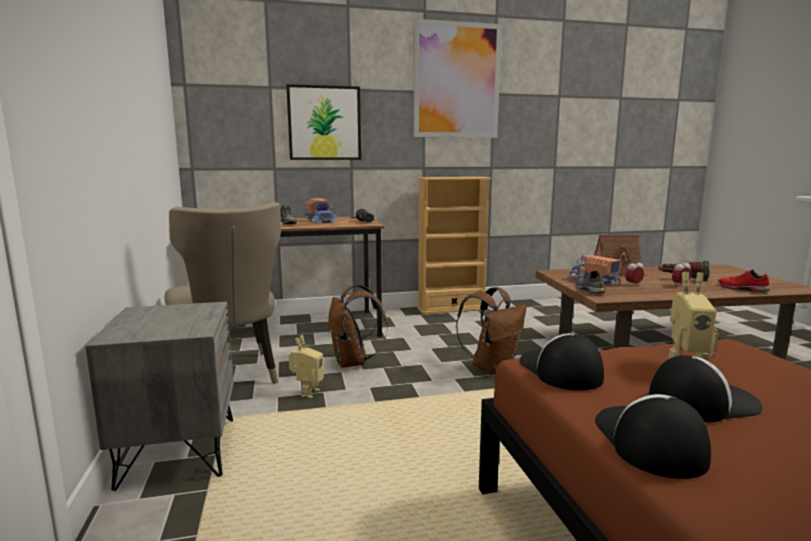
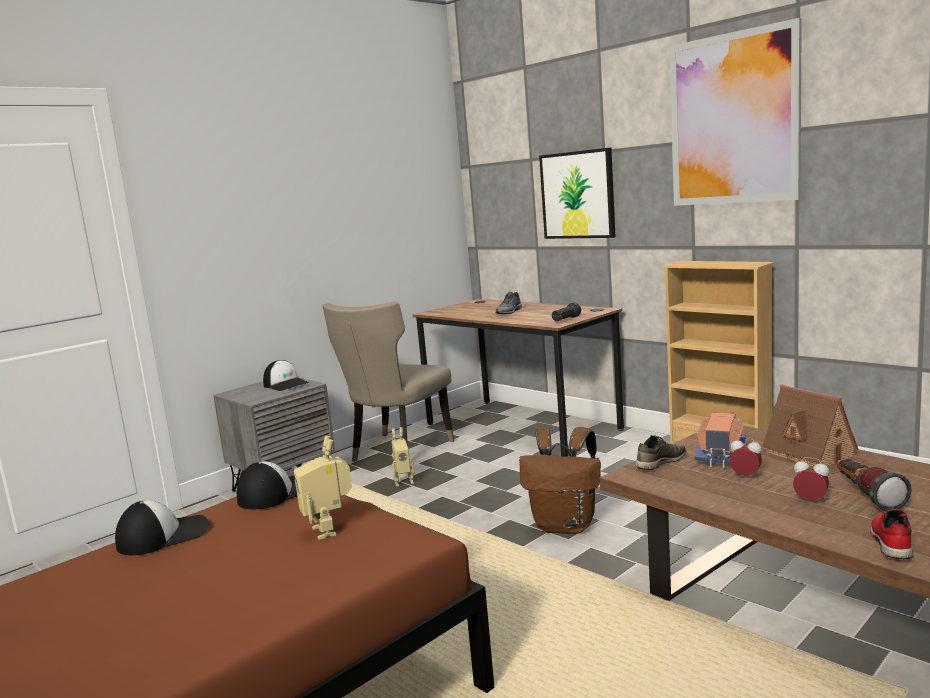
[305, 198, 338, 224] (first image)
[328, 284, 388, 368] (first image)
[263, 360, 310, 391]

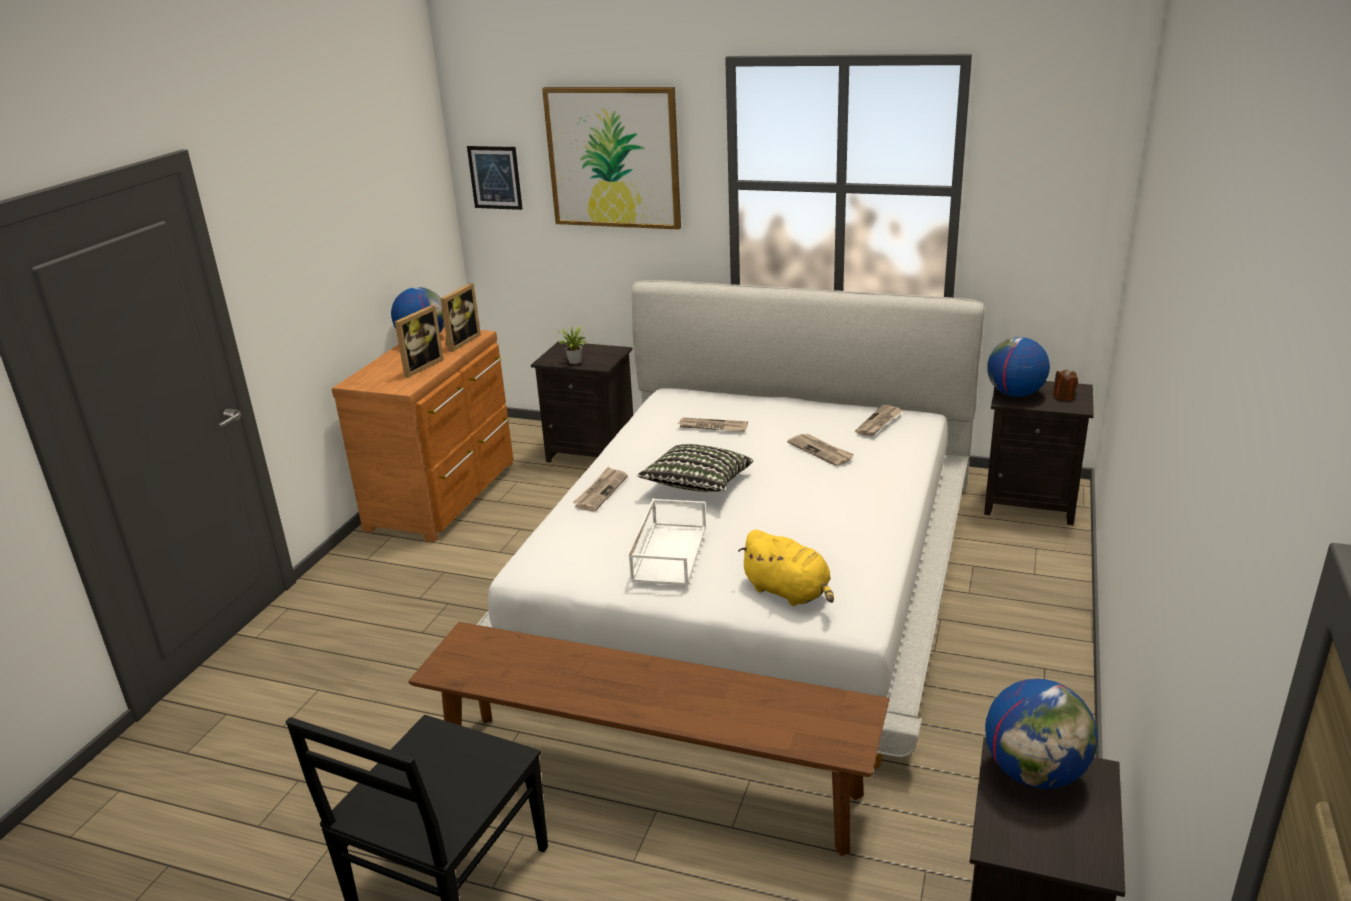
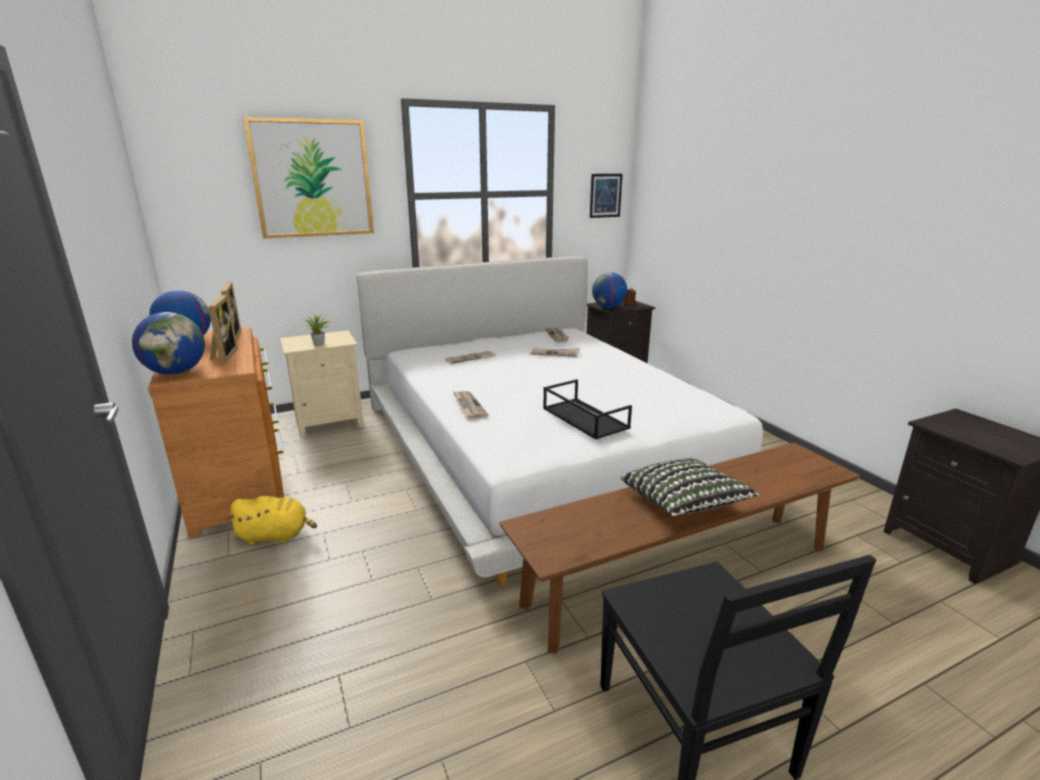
[590, 174, 623, 218]
[621, 458, 760, 516]
[227, 496, 317, 545]
[132, 312, 205, 375]
[280, 330, 364, 438]
[543, 379, 632, 439]

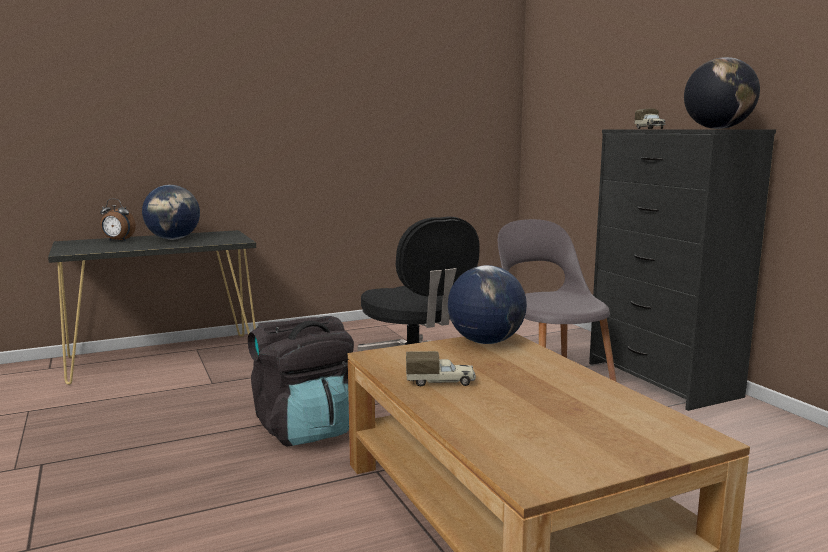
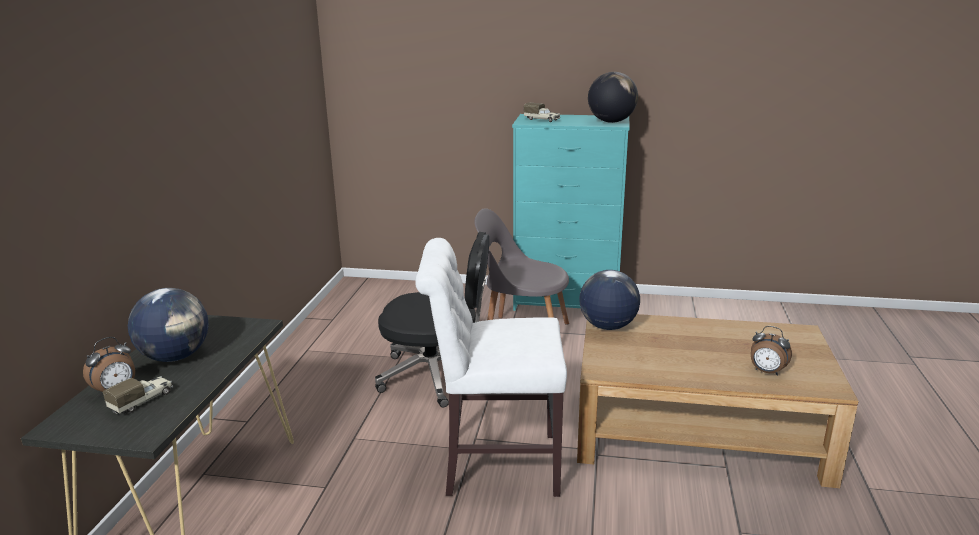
[751, 326, 792, 376]
[103, 376, 173, 414]
[416, 238, 567, 497]
[512, 114, 630, 311]

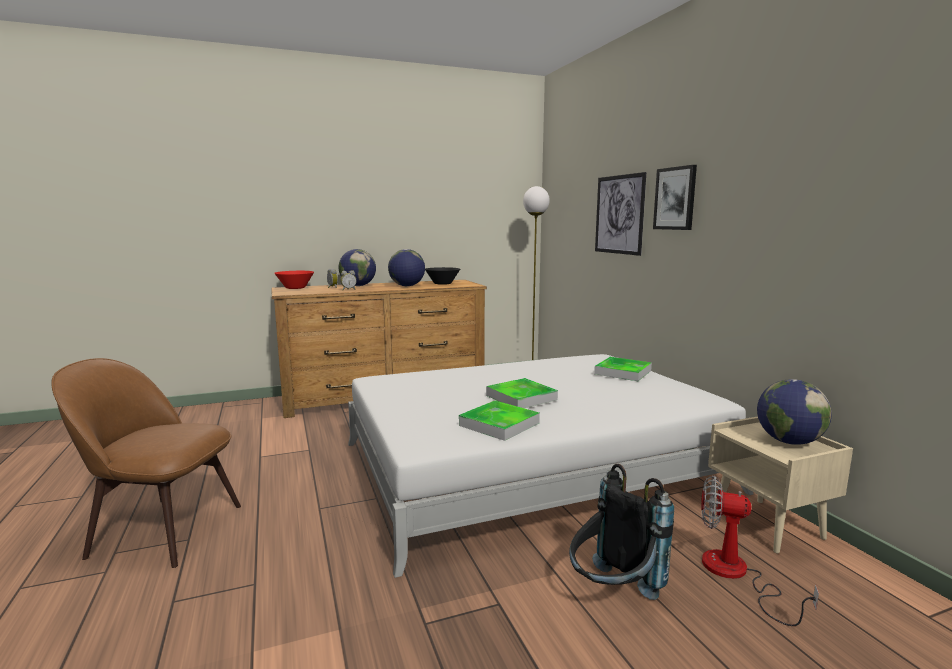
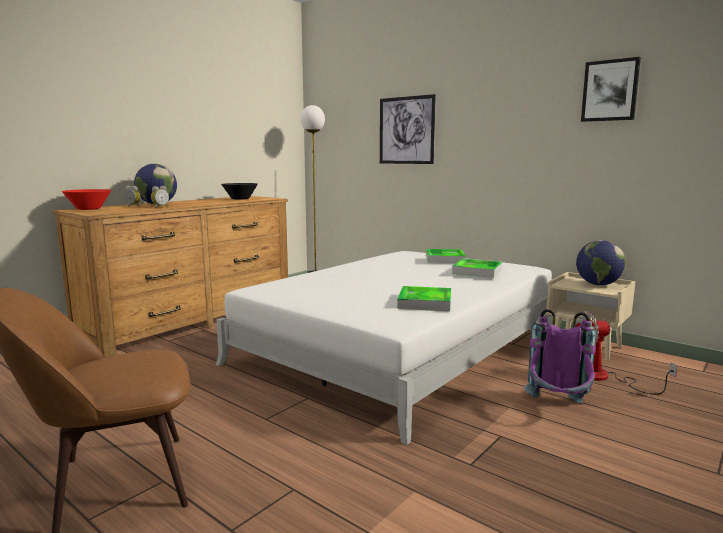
[388, 249, 425, 286] (first image)
[452, 258, 502, 278]
[581, 57, 641, 122]
[524, 309, 596, 404]

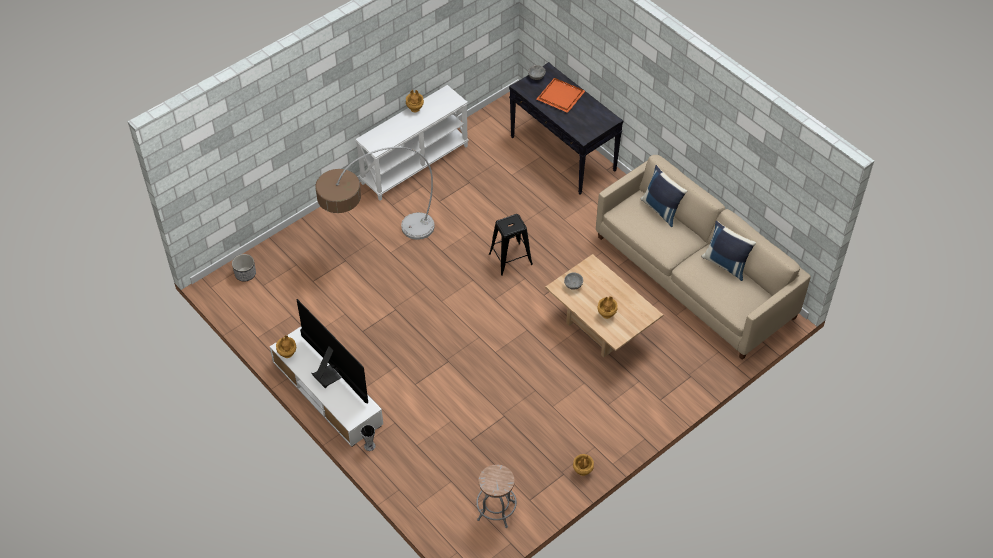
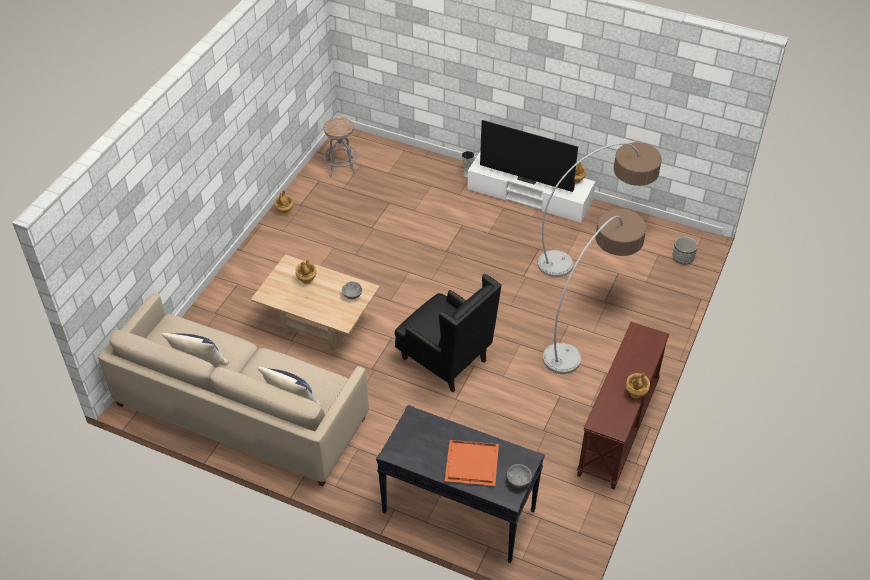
[538, 142, 662, 277]
[395, 274, 502, 392]
[577, 322, 669, 490]

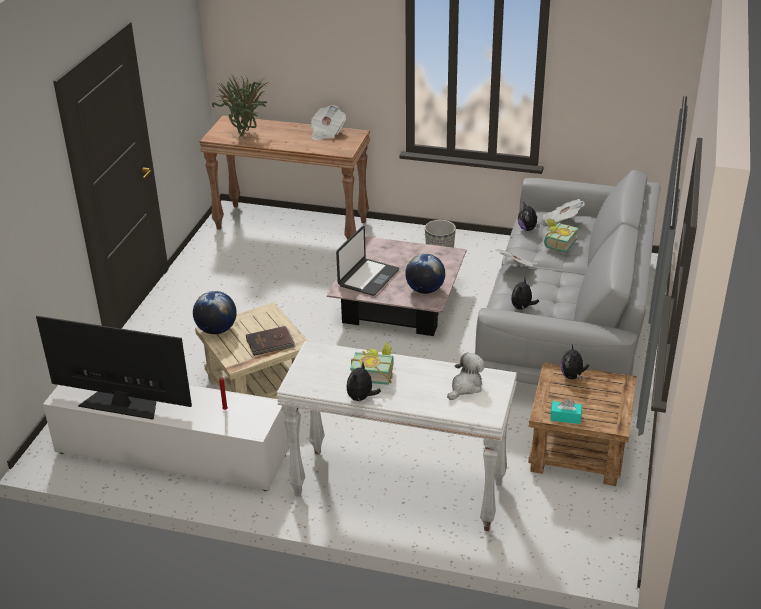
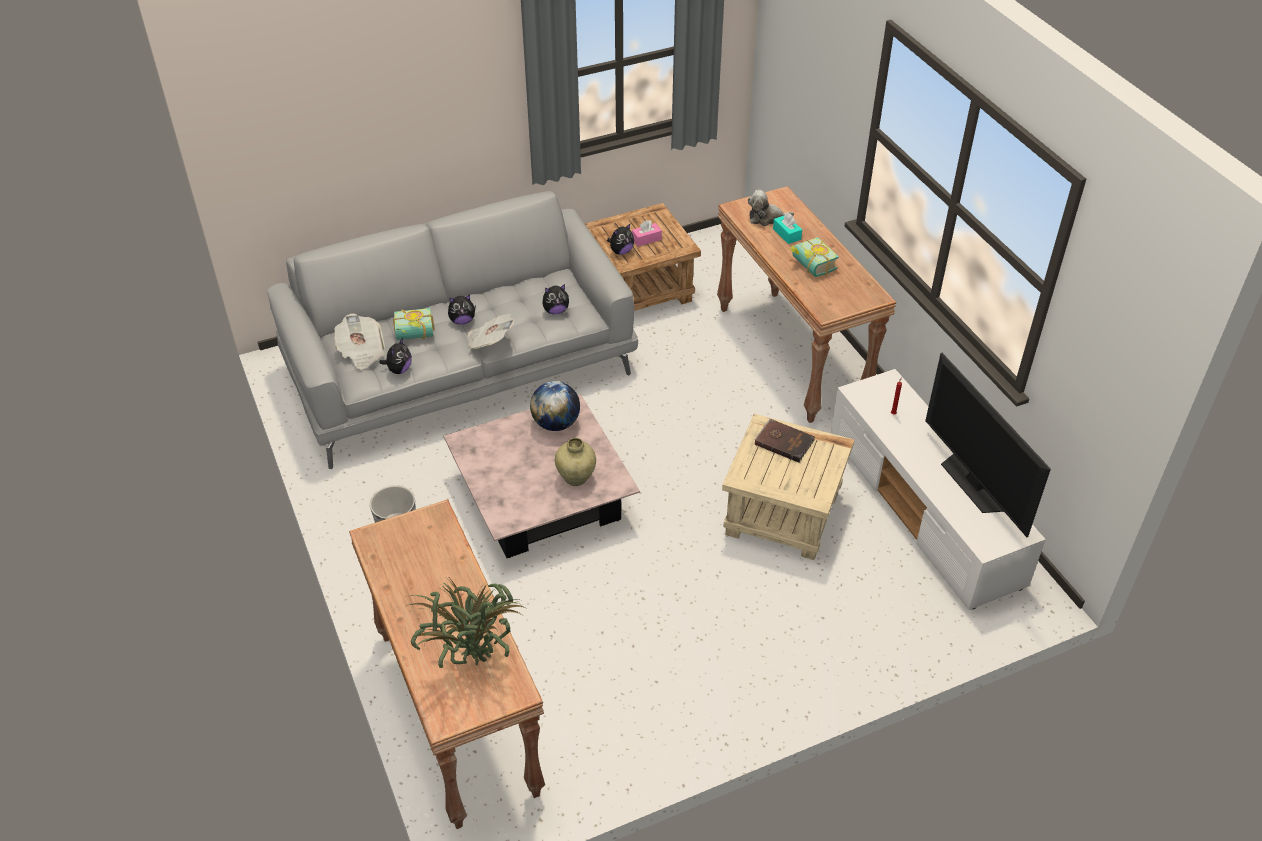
[193, 291, 237, 334] (first image)
[310, 105, 346, 140] (first image)
[632, 220, 662, 247]
[448, 295, 476, 325]
[773, 213, 802, 244]
[555, 438, 596, 486]
[717, 186, 896, 423]

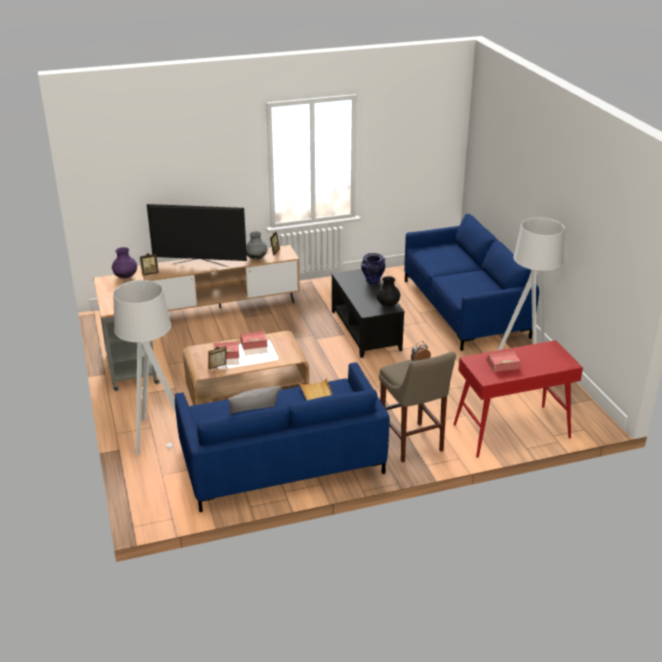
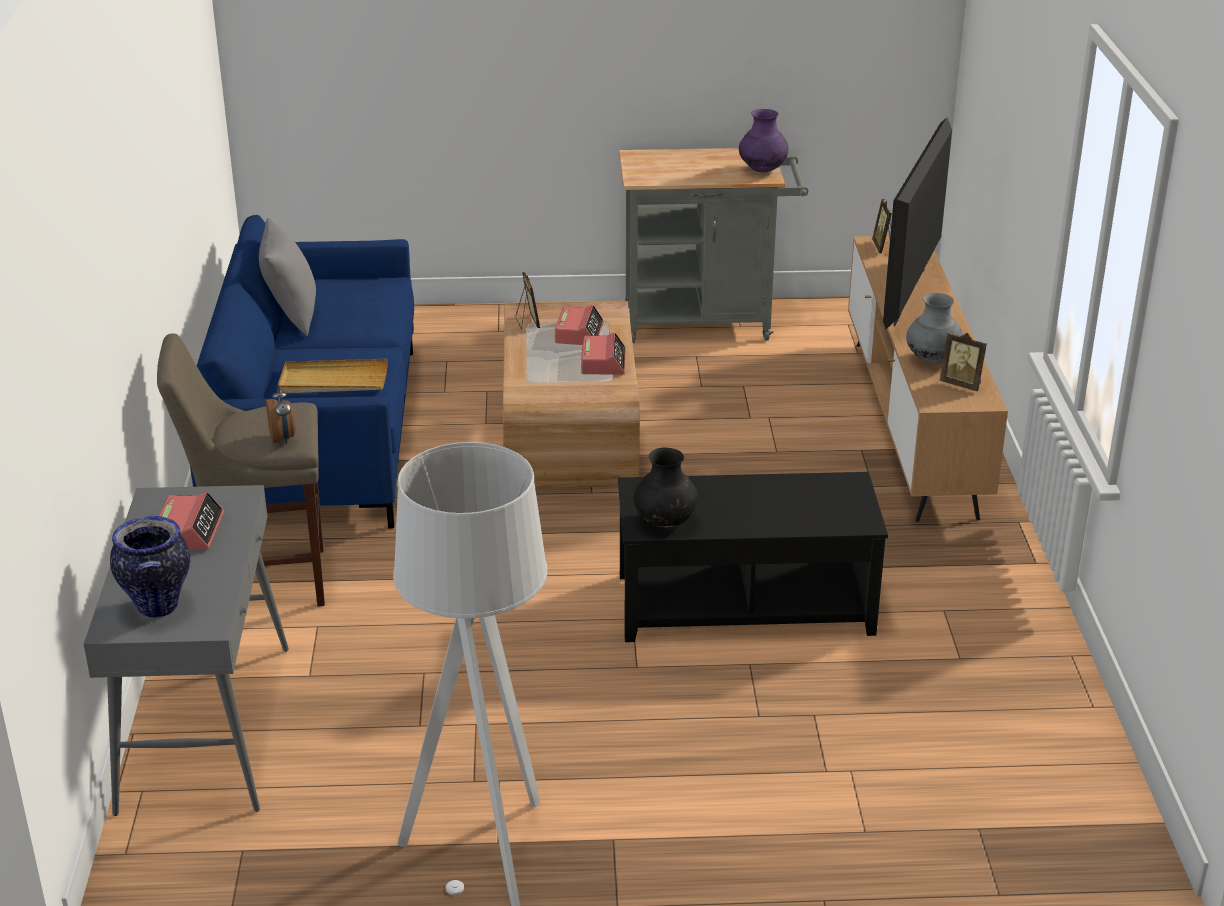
[113, 280, 176, 455] (first image)
[404, 214, 539, 351] (first image)
[110, 516, 190, 618]
[84, 485, 289, 816]

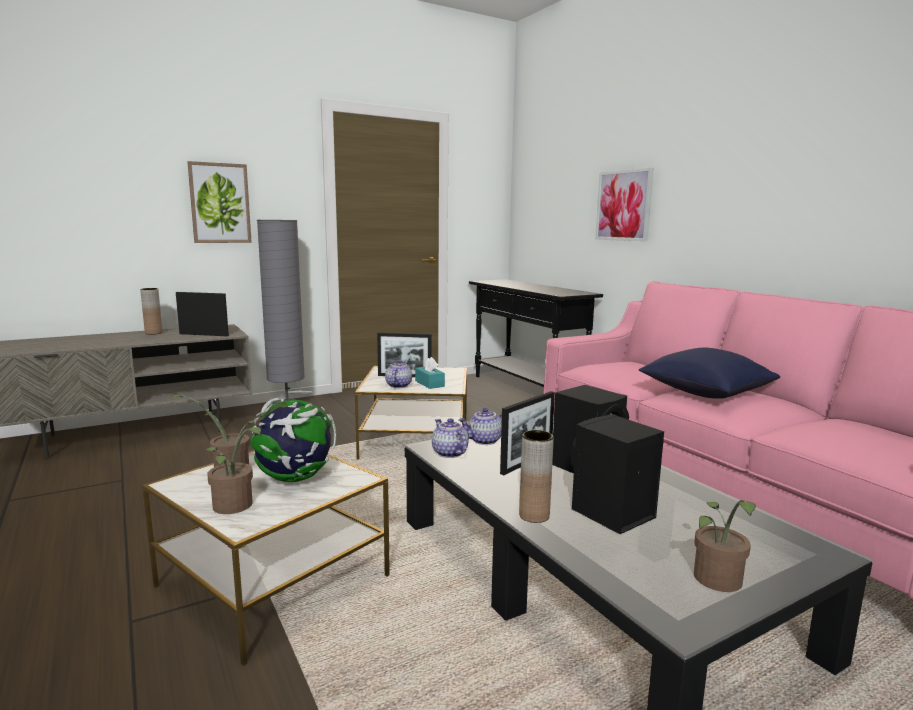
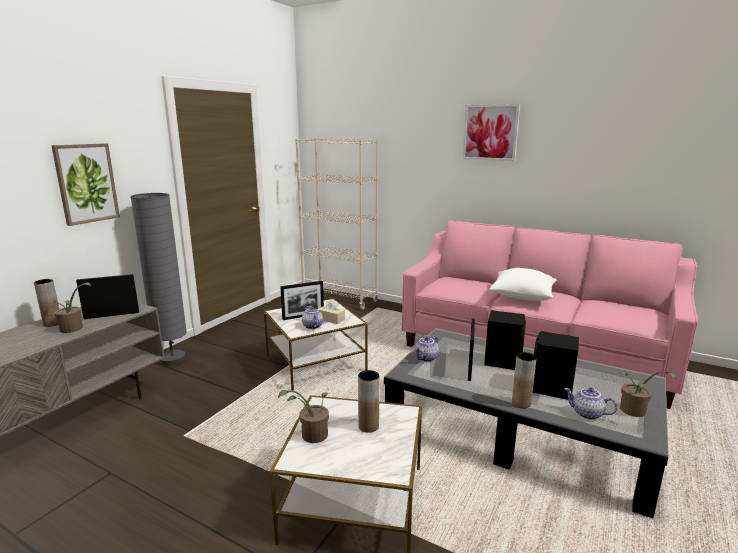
[48, 283, 91, 333]
[564, 388, 617, 420]
[463, 104, 520, 161]
[358, 370, 379, 433]
[295, 138, 378, 310]
[318, 299, 345, 324]
[489, 268, 557, 301]

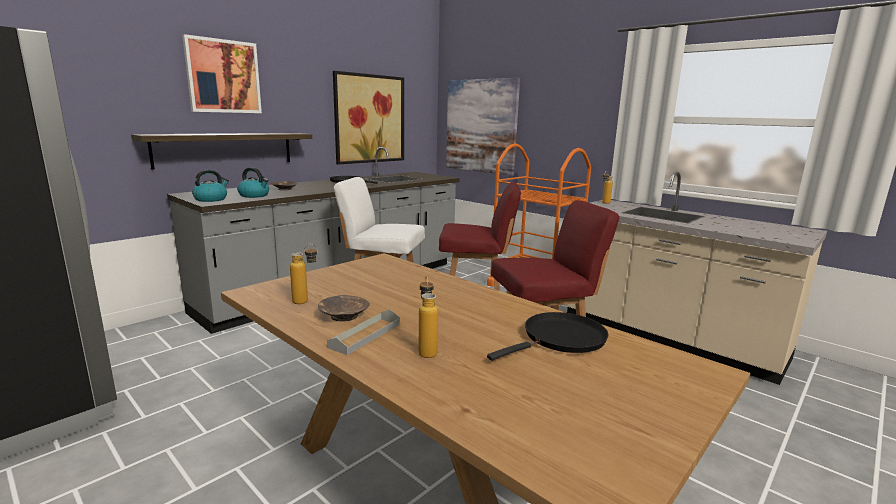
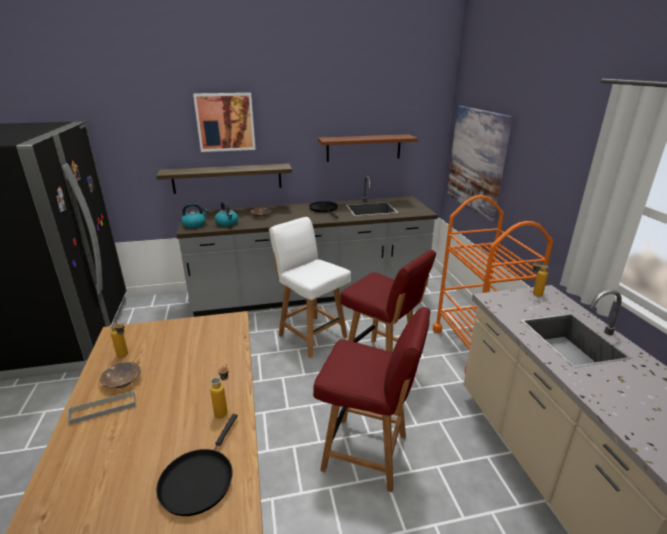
[210, 364, 229, 418]
[318, 134, 418, 162]
[156, 414, 238, 516]

